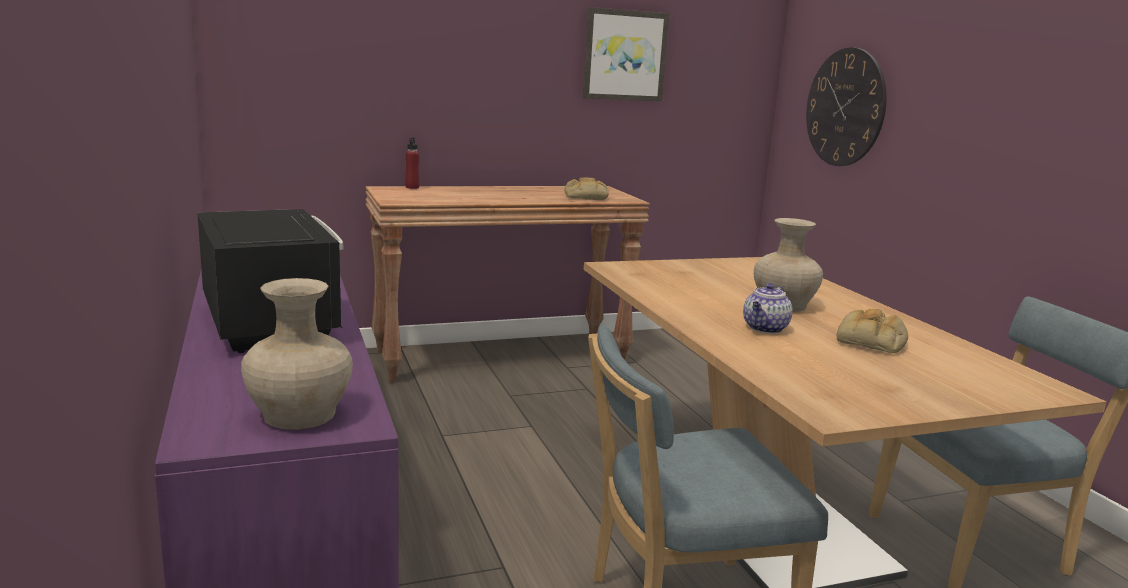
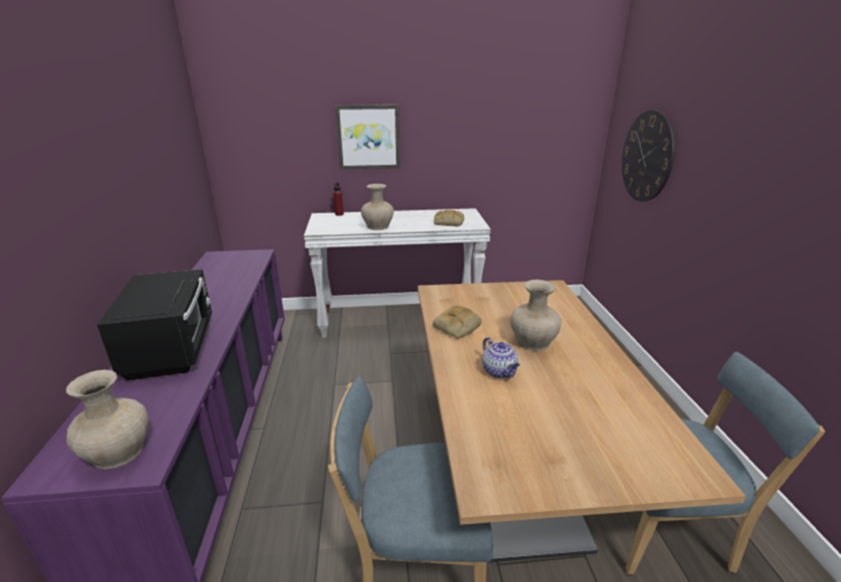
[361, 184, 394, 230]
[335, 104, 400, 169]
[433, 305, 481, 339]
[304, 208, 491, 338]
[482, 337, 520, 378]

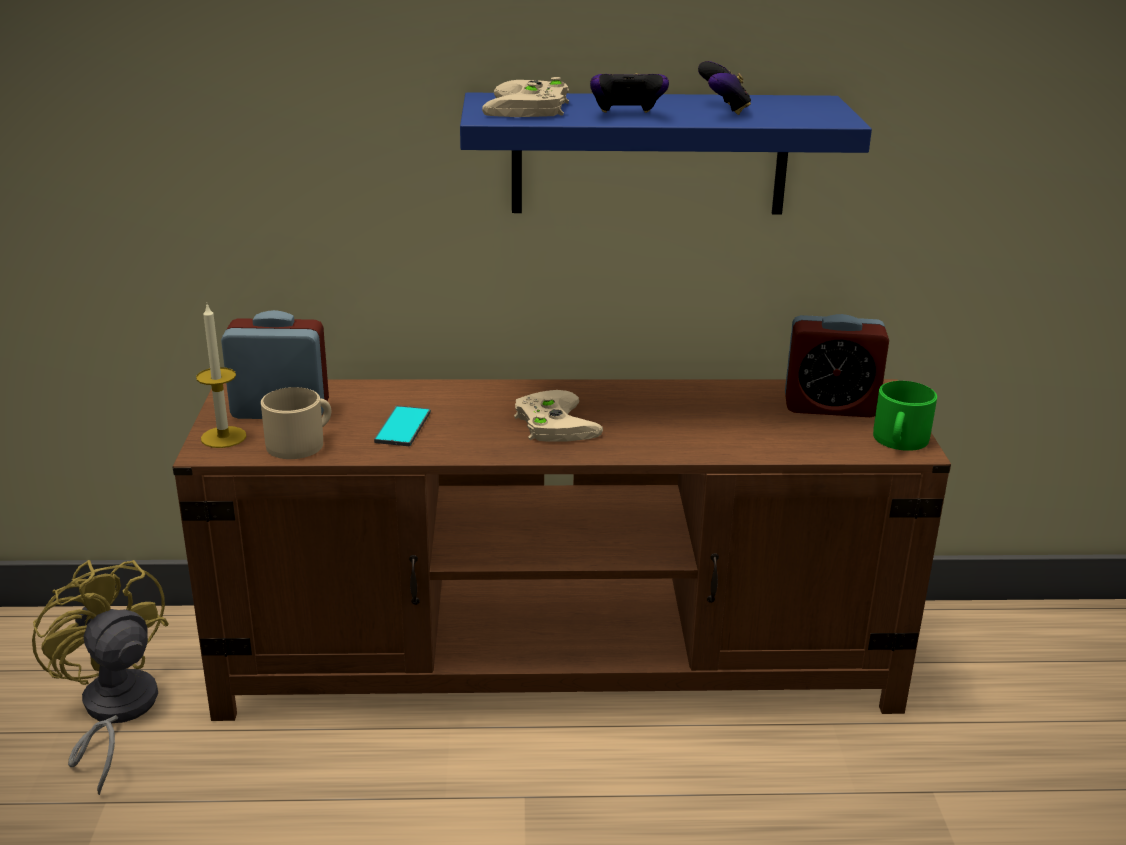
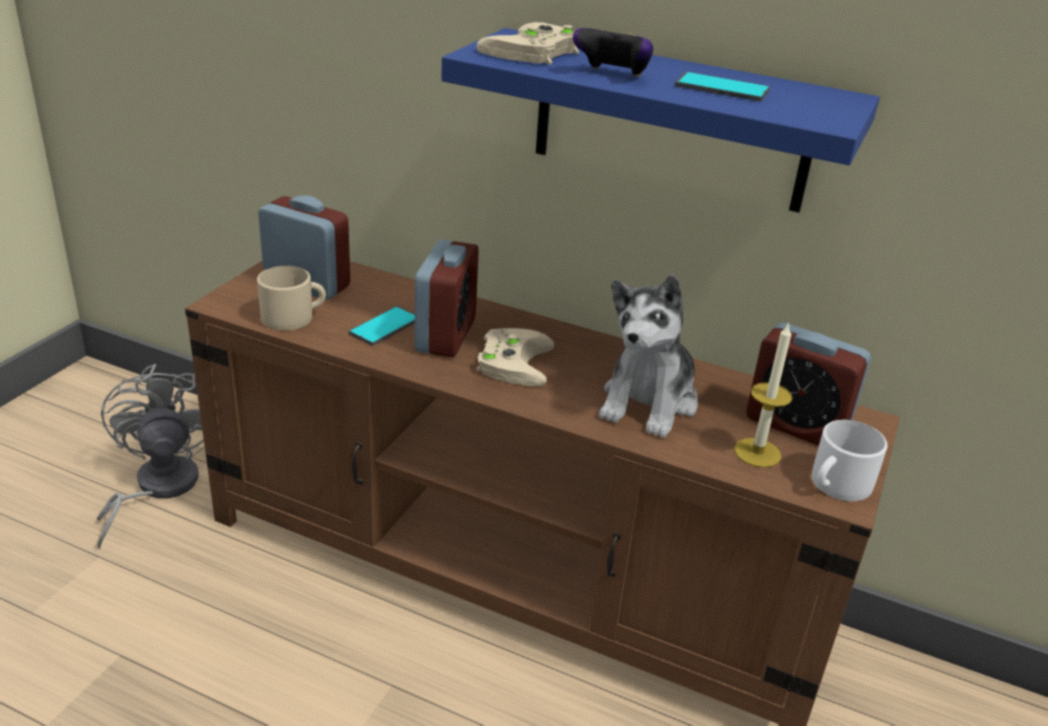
[415, 240, 479, 357]
[599, 275, 698, 438]
[734, 322, 792, 468]
[675, 72, 770, 101]
[97, 364, 204, 549]
[812, 420, 888, 501]

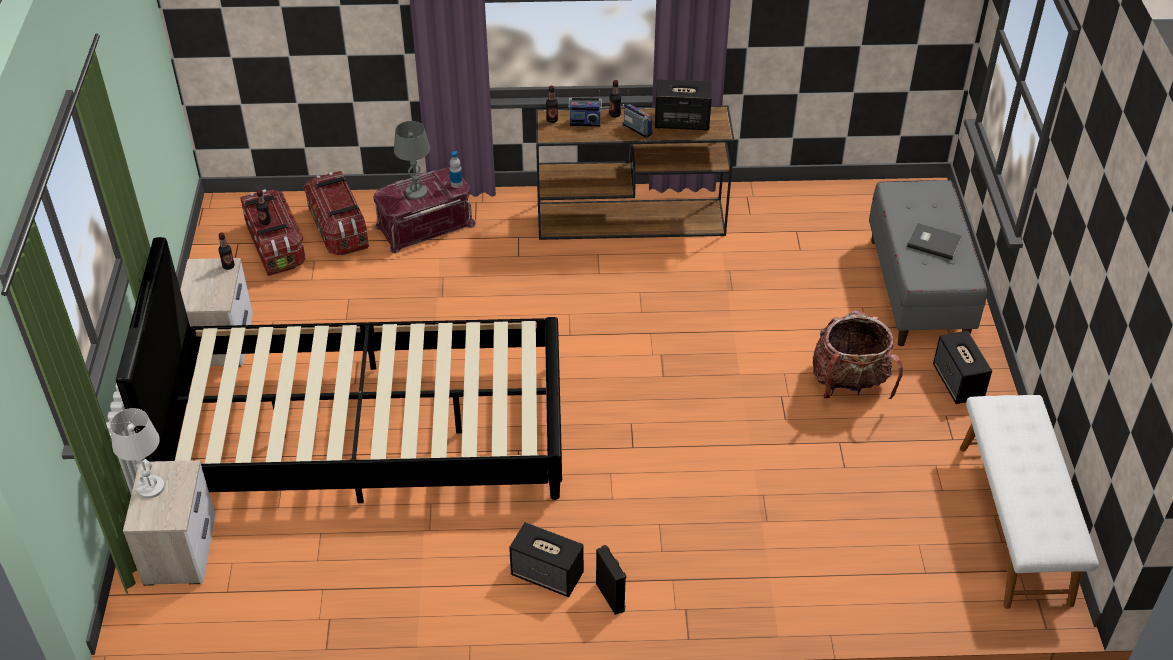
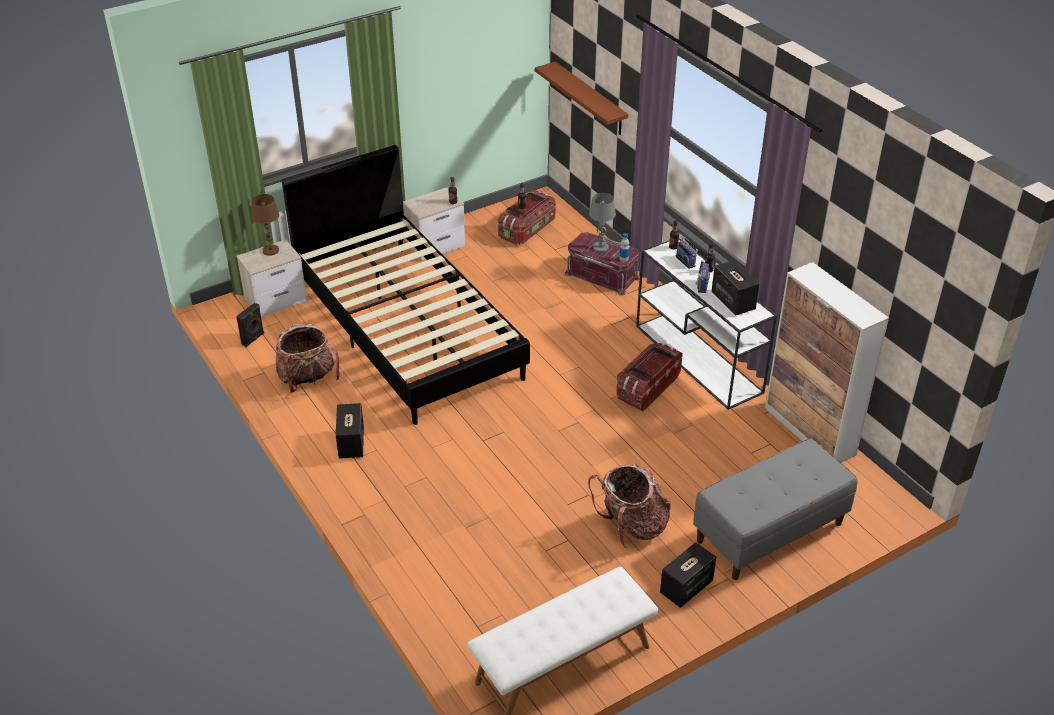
[907, 223, 962, 260] (first image)
[276, 323, 340, 393]
[535, 62, 628, 135]
[765, 262, 889, 463]
[616, 343, 683, 411]
[236, 303, 264, 347]
[251, 194, 279, 256]
[636, 238, 777, 410]

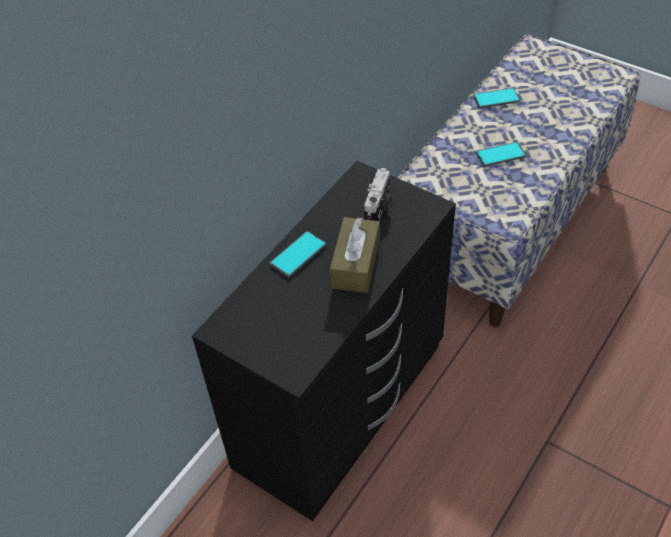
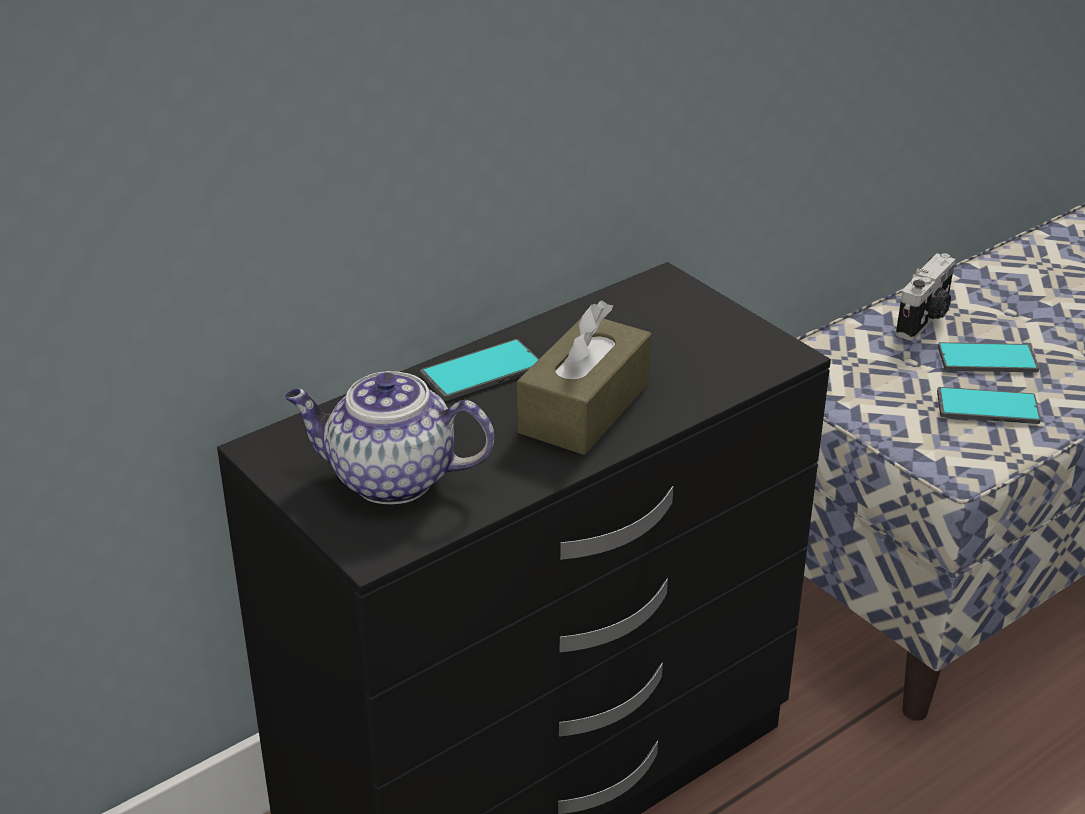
[284, 371, 494, 504]
[896, 253, 956, 341]
[937, 387, 1041, 424]

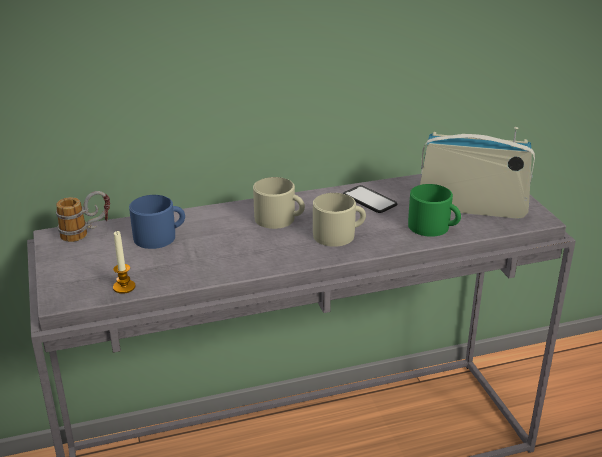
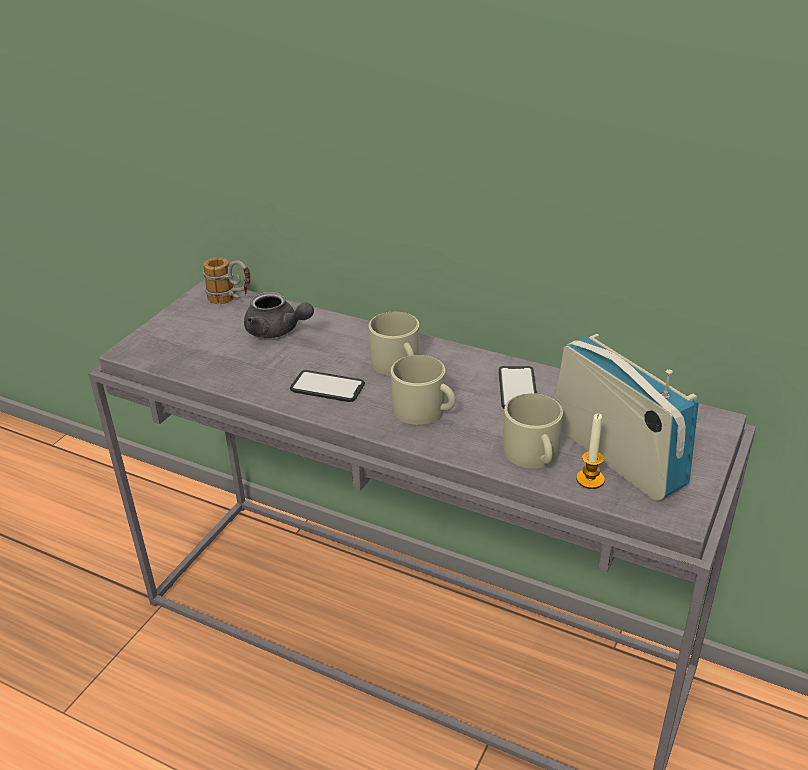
[290, 370, 365, 402]
[576, 414, 605, 489]
[244, 292, 314, 338]
[503, 393, 563, 468]

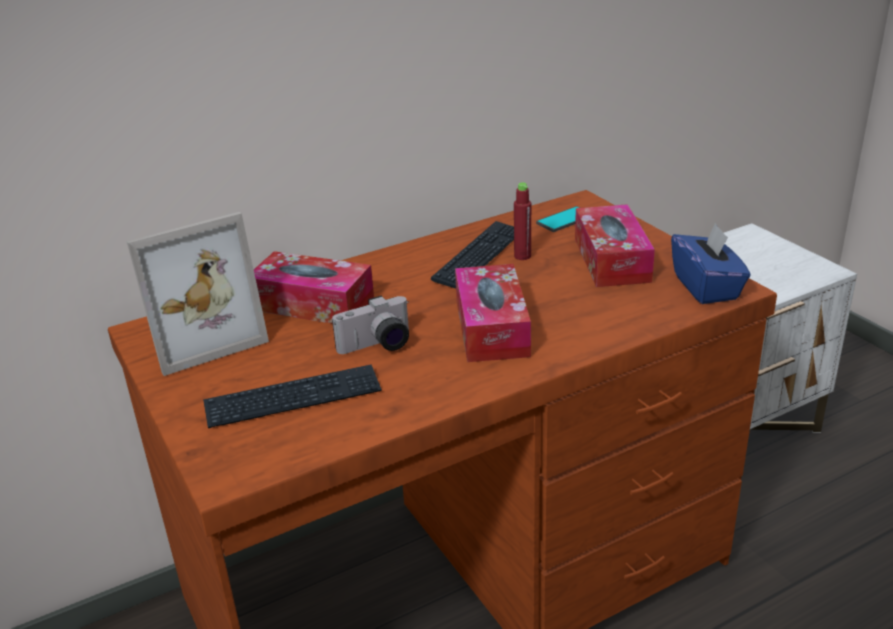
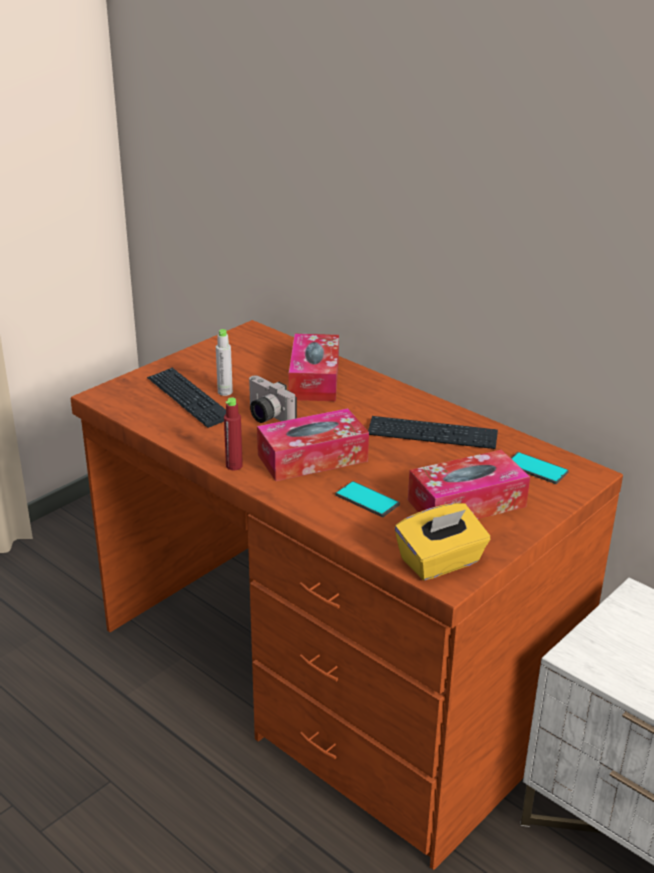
[127, 212, 269, 376] (first image)
[216, 329, 233, 396]
[336, 481, 400, 517]
[224, 397, 243, 470]
[395, 503, 490, 580]

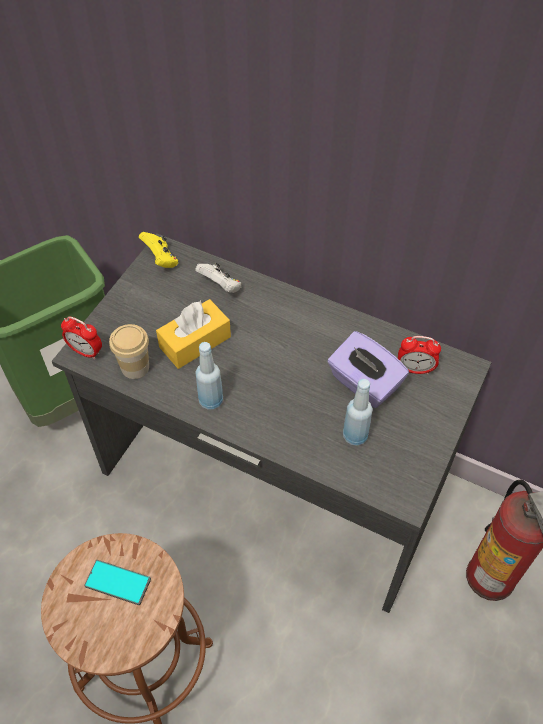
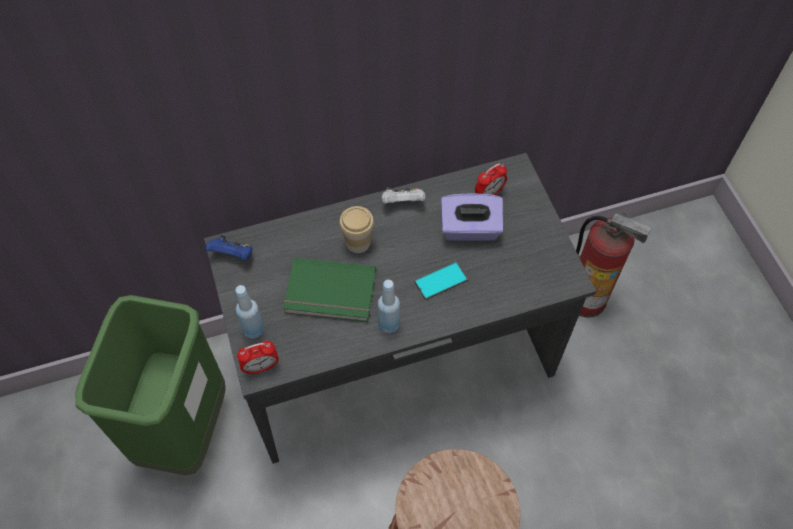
[415, 262, 468, 300]
[339, 206, 374, 253]
[381, 187, 426, 203]
[235, 285, 264, 338]
[283, 258, 376, 322]
[205, 235, 253, 260]

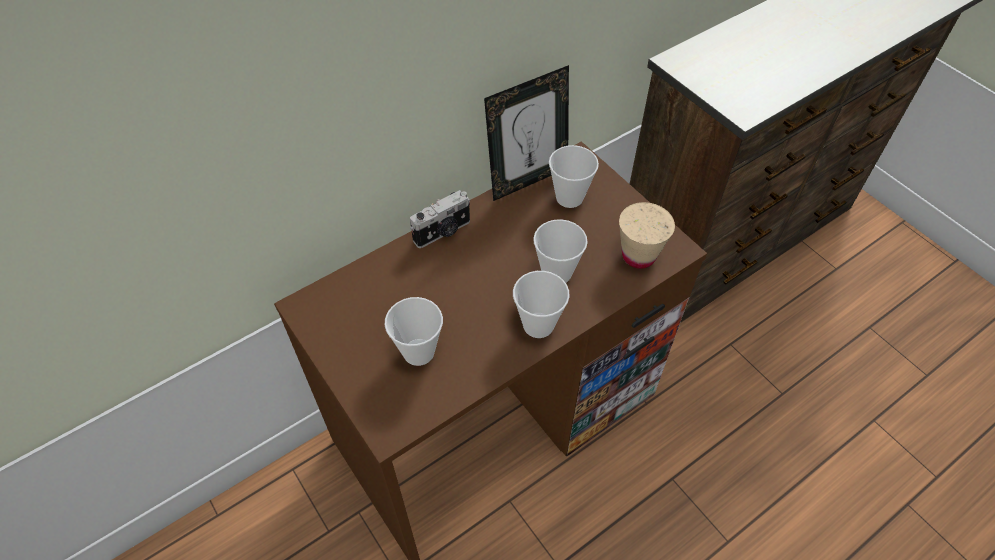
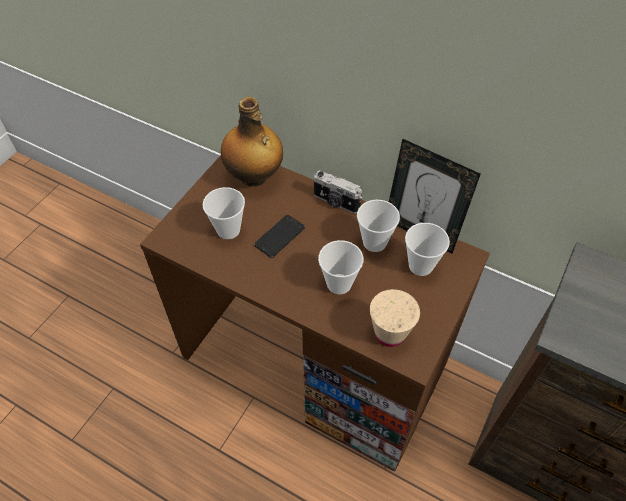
[221, 97, 283, 187]
[254, 215, 305, 258]
[357, 200, 400, 252]

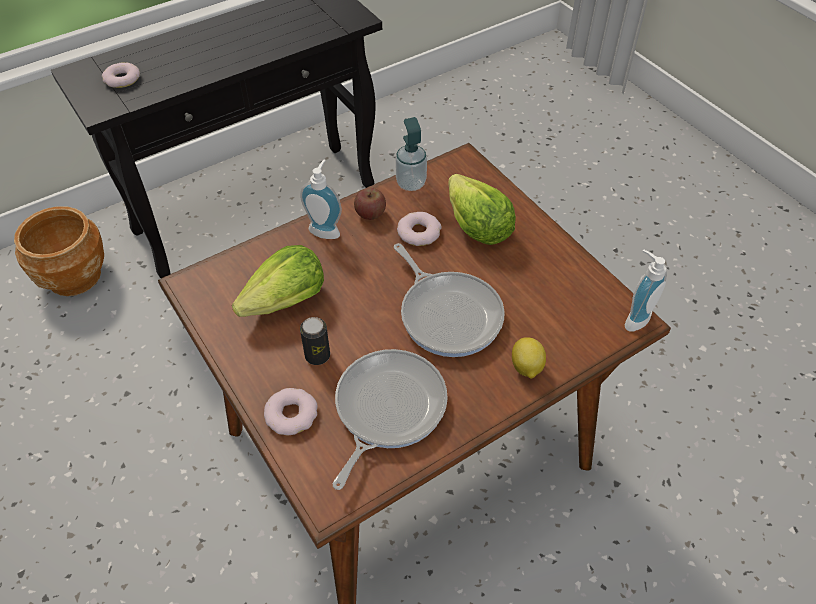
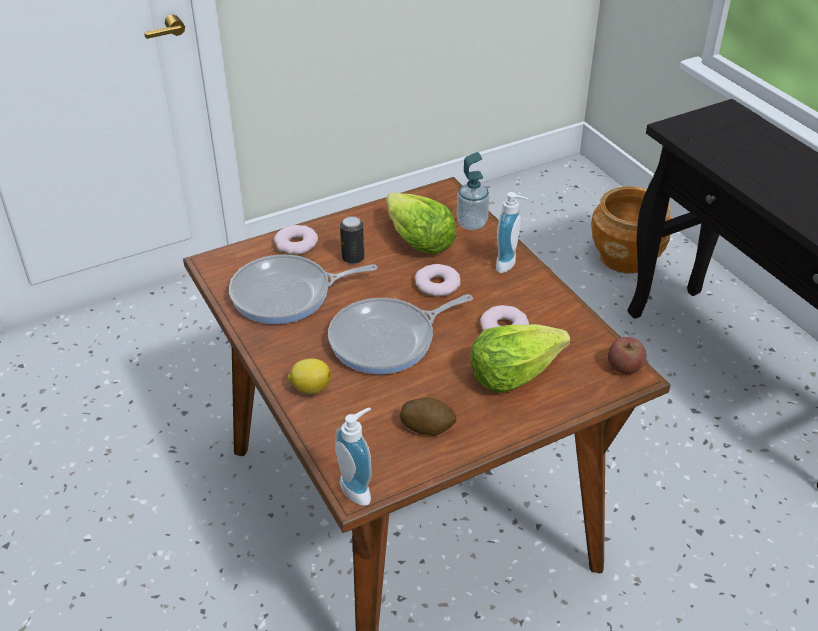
[400, 397, 456, 436]
[415, 264, 461, 297]
[608, 337, 646, 374]
[457, 152, 489, 230]
[229, 254, 378, 324]

